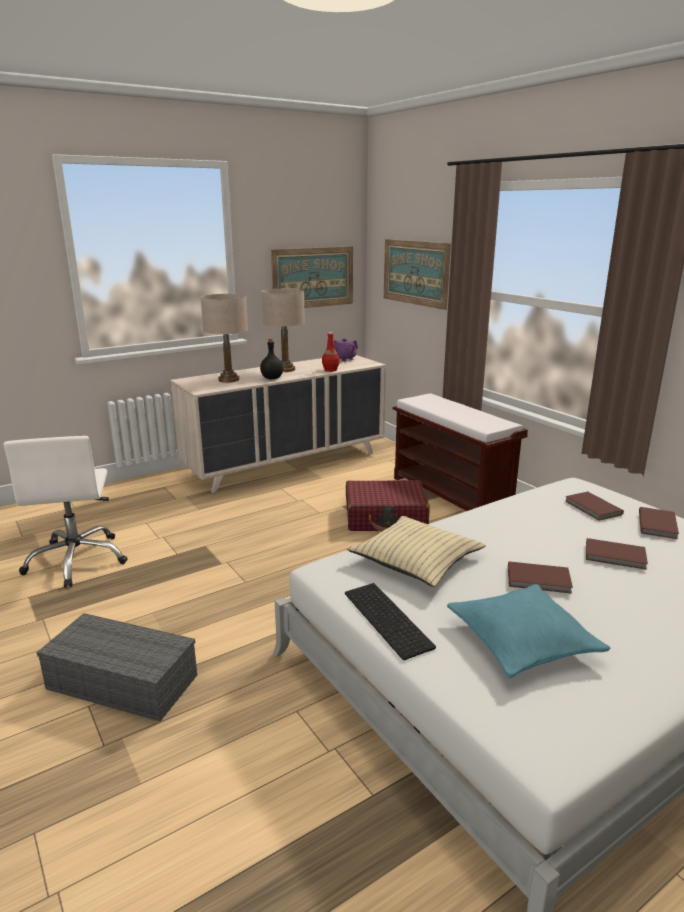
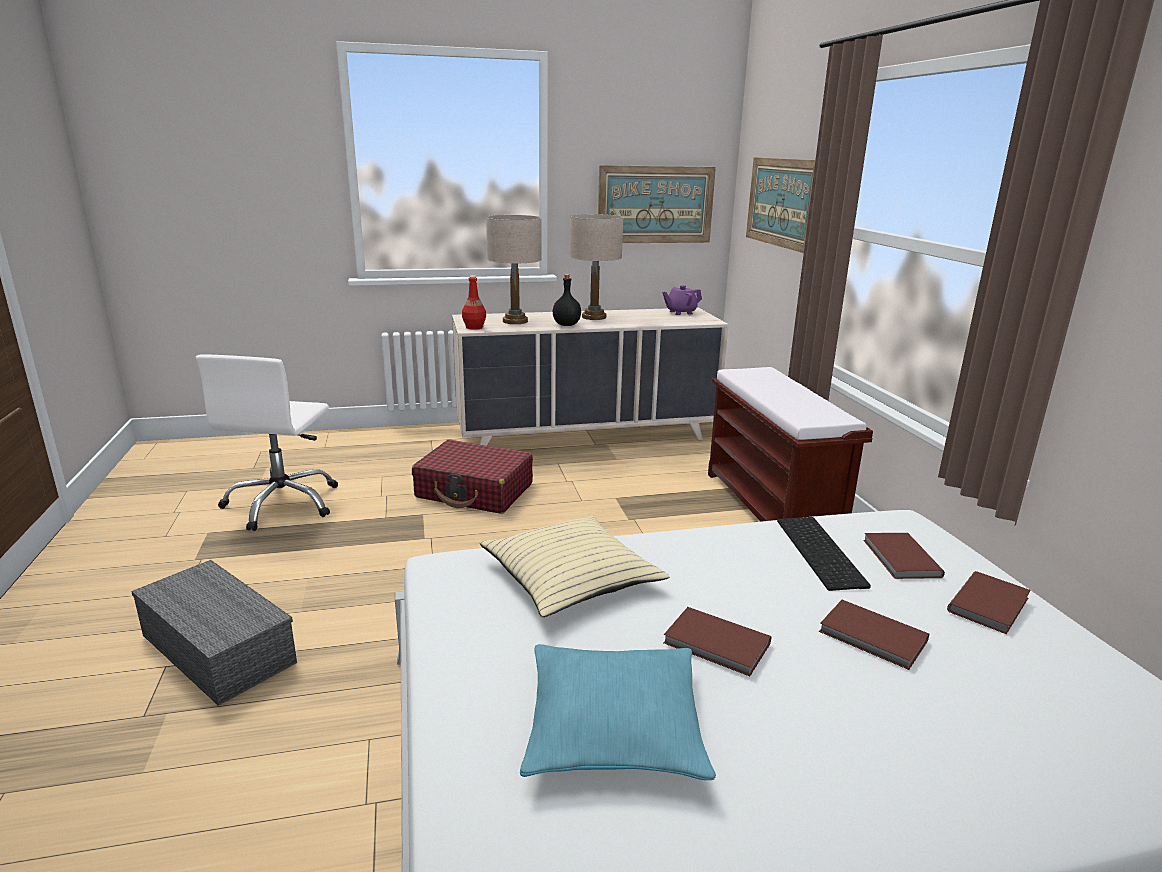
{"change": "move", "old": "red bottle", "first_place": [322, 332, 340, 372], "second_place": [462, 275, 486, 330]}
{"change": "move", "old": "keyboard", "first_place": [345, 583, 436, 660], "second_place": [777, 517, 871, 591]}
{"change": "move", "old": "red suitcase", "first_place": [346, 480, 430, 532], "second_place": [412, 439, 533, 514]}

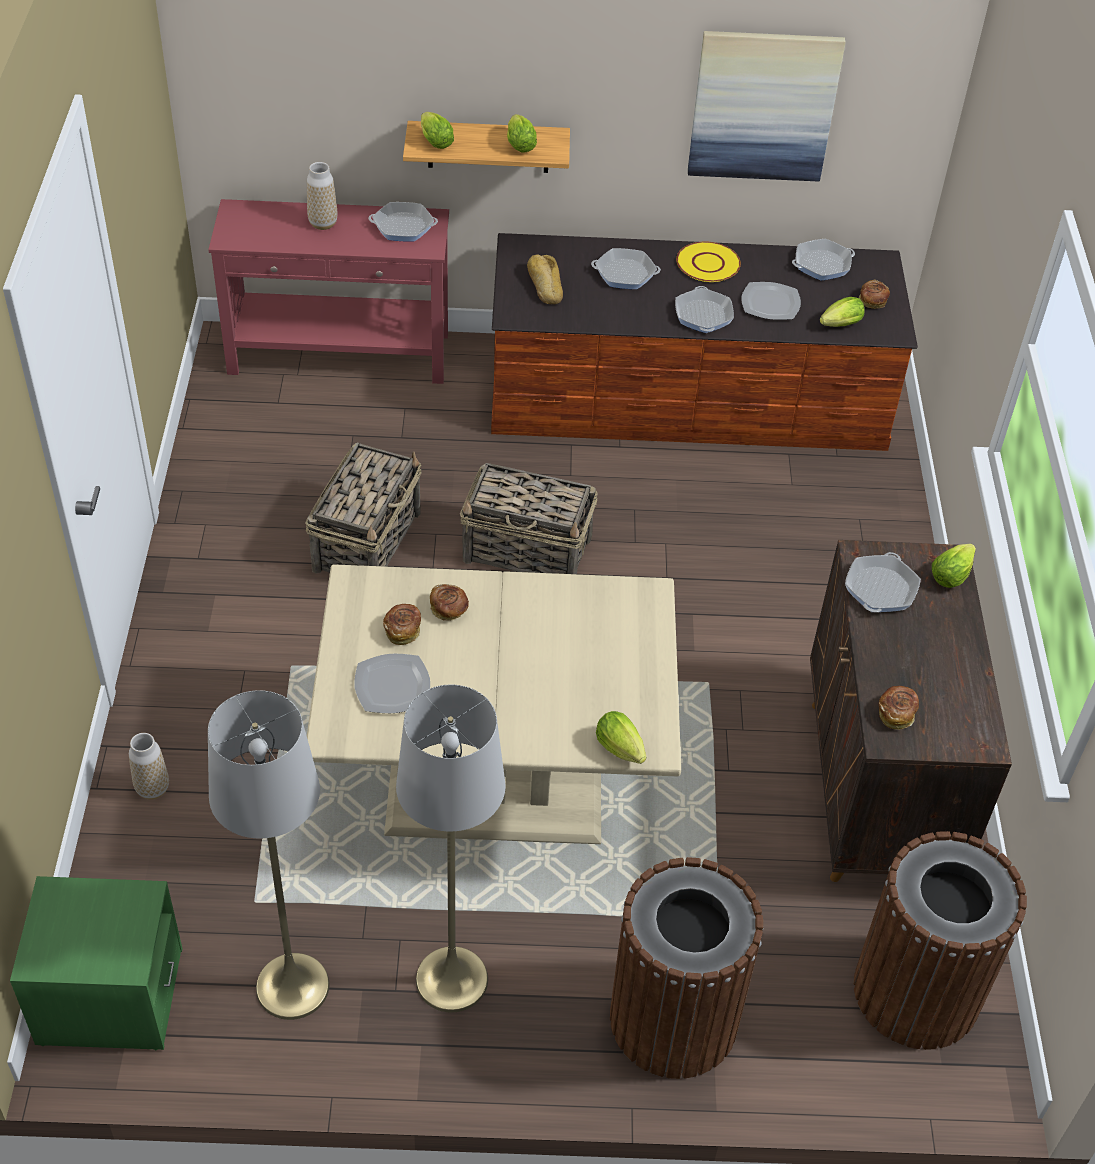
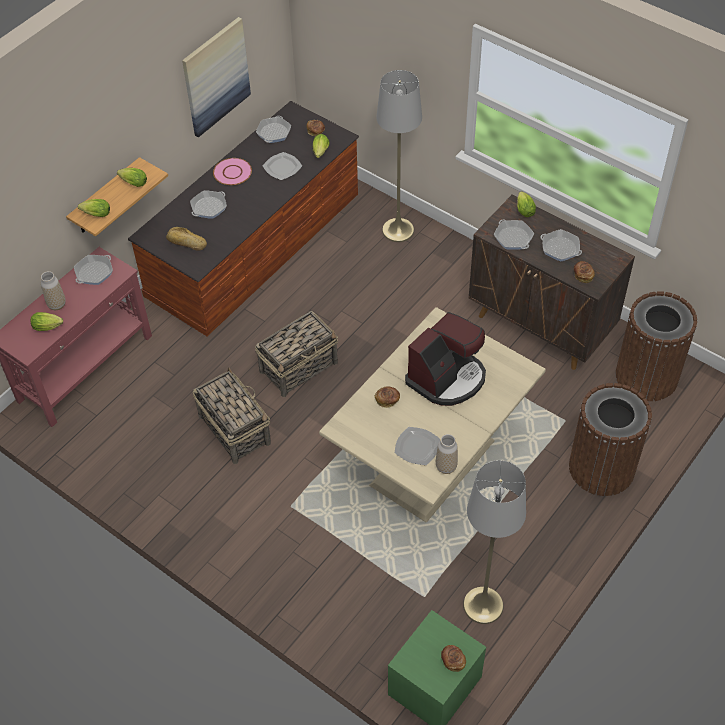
{"change": "move", "old": "vase", "first_place": [129, 733, 169, 800], "second_place": [436, 434, 458, 474]}
{"change": "move", "old": "bread", "first_place": [383, 604, 421, 645], "second_place": [441, 645, 466, 672]}
{"change": "move", "old": "grey floor lamp", "first_place": [396, 685, 505, 1012], "second_place": [376, 70, 422, 242]}
{"change": "move", "old": "lettuce", "first_place": [596, 711, 646, 764], "second_place": [31, 312, 63, 331]}
{"change": "move", "old": "frying pan", "first_place": [675, 286, 734, 333], "second_place": [541, 229, 582, 261]}
{"change": "recolor", "old": "yellow plate", "new": "pink plate", "first_place": [676, 241, 741, 282], "second_place": [213, 158, 252, 185]}
{"change": "insert", "new": "coffee machine", "second_place": [405, 312, 486, 406]}

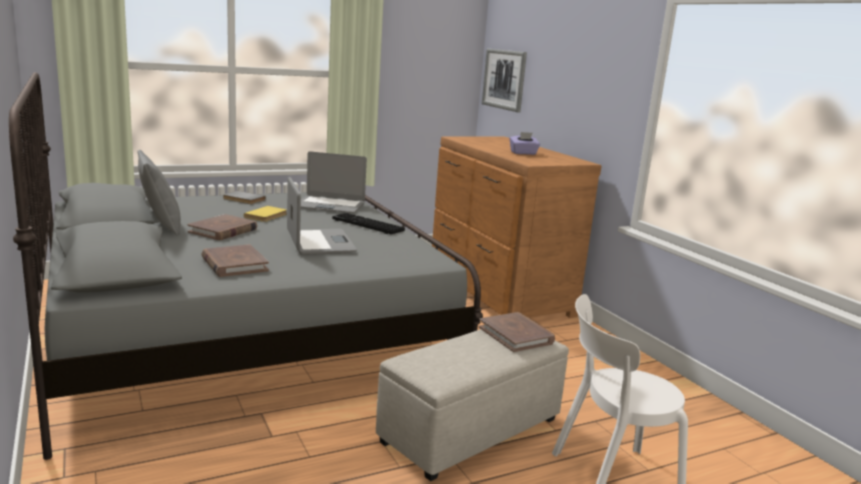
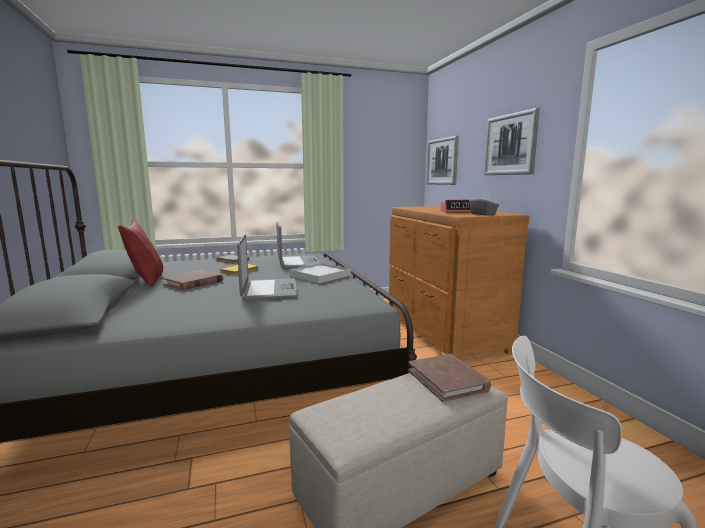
{"change": "recolor", "old": "grey pillow", "new": "red pillow", "first_place": [137, 150, 181, 235], "second_place": [118, 220, 163, 287]}
{"change": "delete", "old": "brown book", "first_place": [202, 244, 269, 277]}
{"change": "rotate", "old": "laptop", "first_place": [301, 151, 367, 213], "second_place": [276, 221, 320, 269], "degrees": -120}
{"change": "replace", "old": "keyboard", "new": "white tray", "first_place": [332, 213, 405, 234], "second_place": [289, 263, 351, 283]}
{"change": "replace", "old": "purple tissue box", "new": "alarm clock", "first_place": [509, 132, 540, 155], "second_place": [440, 200, 471, 213]}
{"change": "insert", "new": "grey tissue box", "second_place": [469, 194, 499, 215]}
{"change": "insert", "new": "picture", "second_place": [484, 108, 540, 175]}

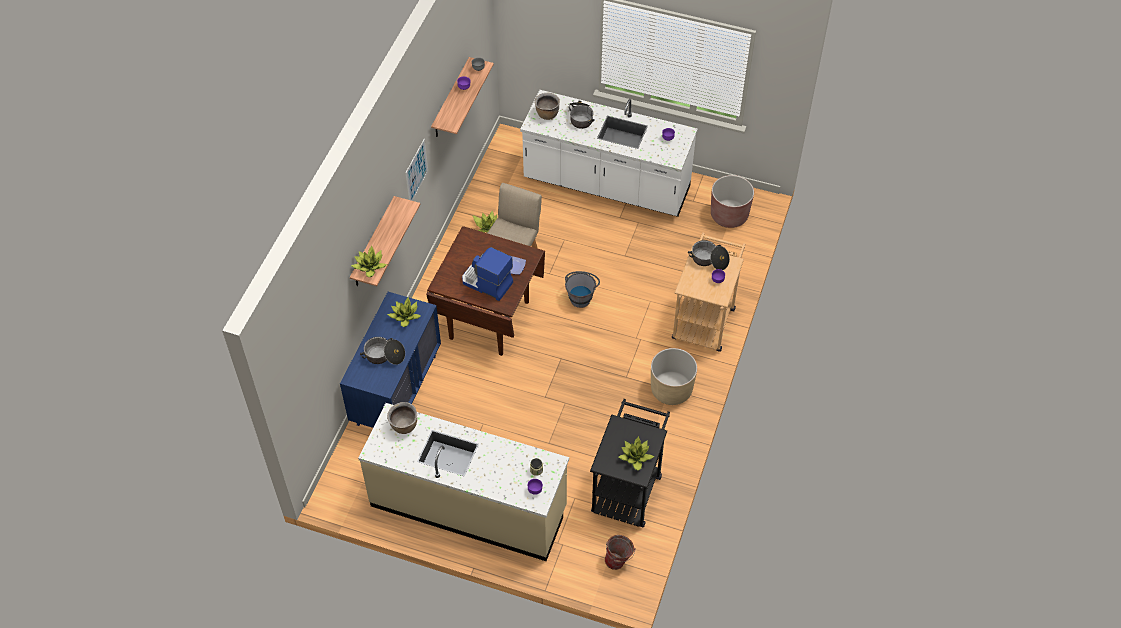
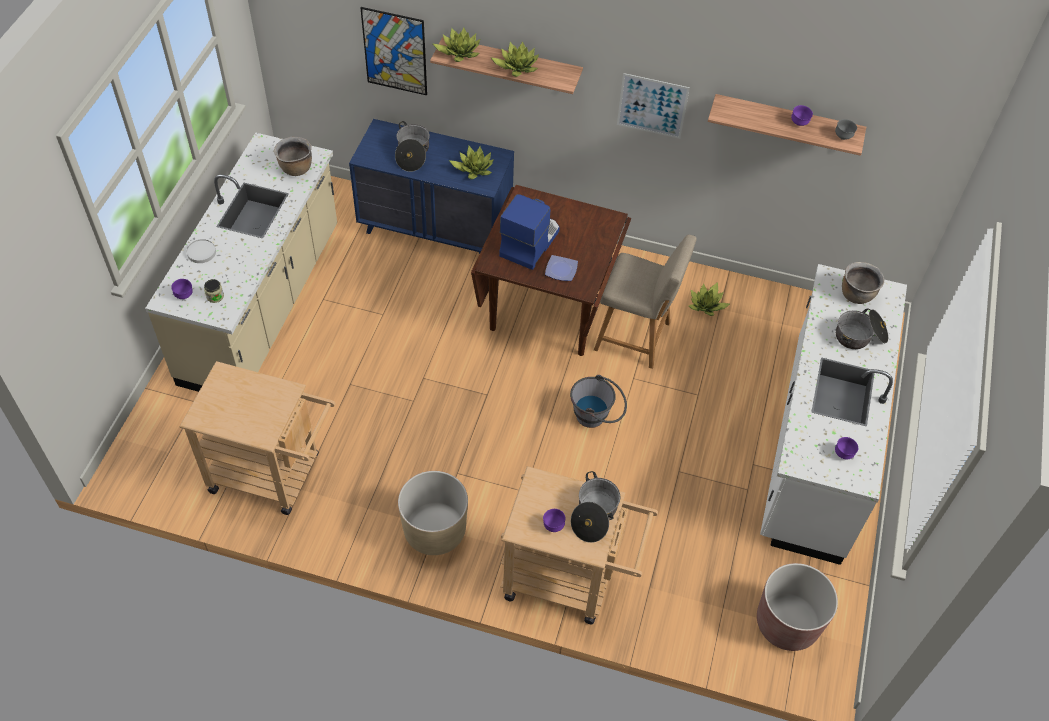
{"change": "recolor", "old": "black cart", "new": "beige cart", "first_place": [590, 399, 670, 527], "second_place": [179, 361, 336, 515]}
{"change": "delete", "old": "bucket", "first_place": [605, 535, 635, 570]}
{"change": "move", "old": "potted plant", "first_place": [619, 436, 655, 470], "second_place": [490, 41, 539, 77]}
{"change": "insert", "new": "white plate", "second_place": [186, 239, 216, 263]}
{"change": "insert", "new": "picture", "second_place": [361, 7, 427, 96]}

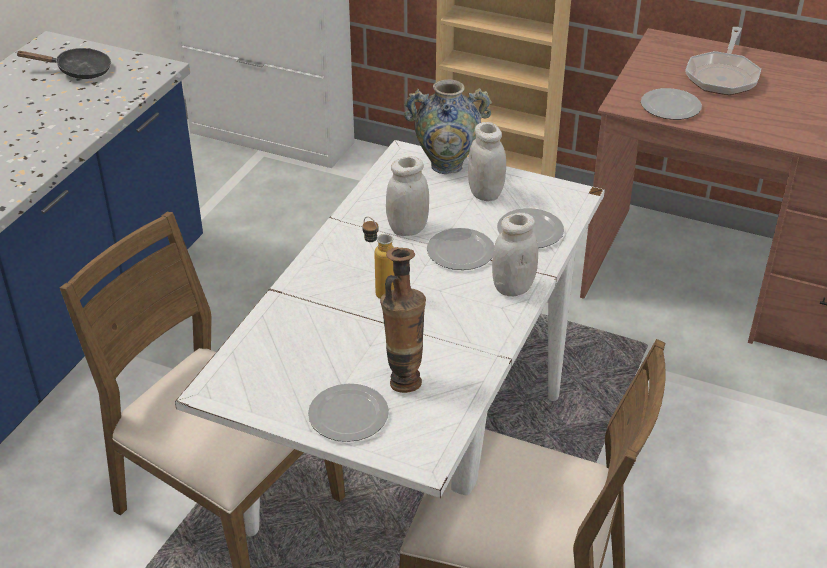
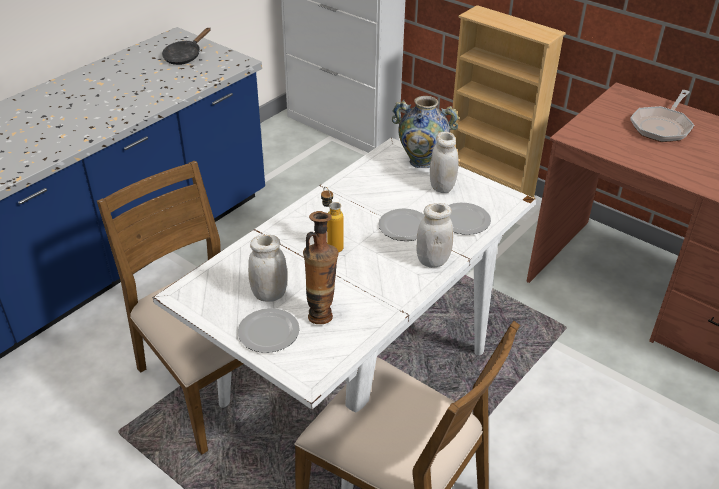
{"change": "rotate", "old": "black frying pan", "first_place": [16, 48, 111, 79], "second_place": [162, 27, 210, 65], "degrees": 105}
{"change": "move", "old": "white jar", "first_place": [386, 156, 429, 236], "second_place": [248, 235, 287, 301]}
{"change": "delete", "old": "plate", "first_place": [641, 88, 702, 120]}

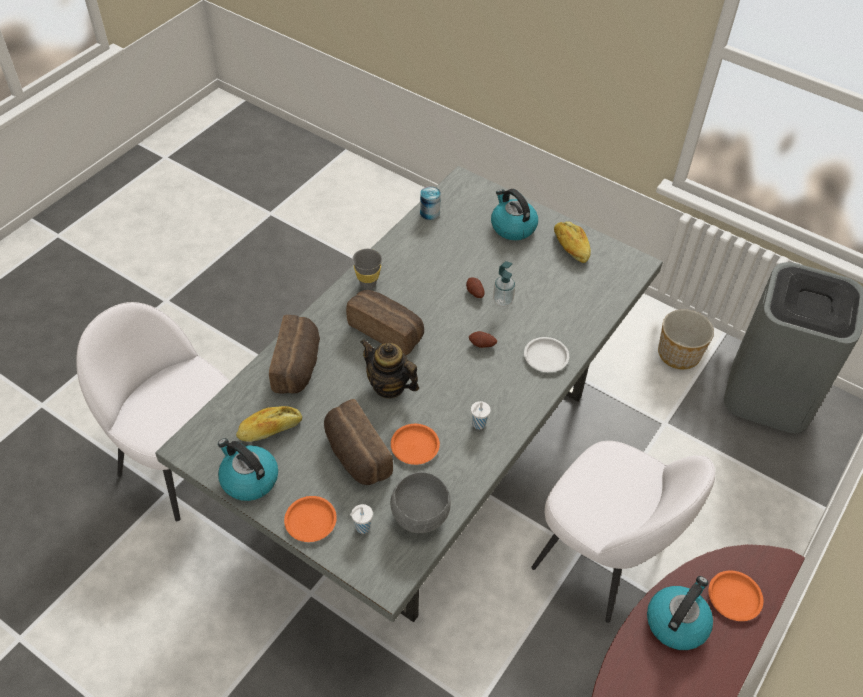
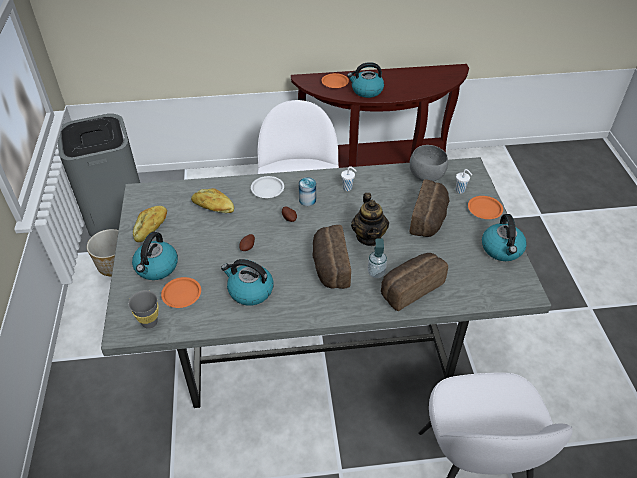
{"change": "move", "old": "bread", "first_place": [236, 406, 302, 442], "second_place": [191, 188, 234, 213]}
{"change": "move", "old": "grey cup", "first_place": [352, 249, 382, 290], "second_place": [128, 290, 158, 329]}
{"change": "move", "old": "orange plate", "first_place": [391, 424, 440, 465], "second_place": [161, 277, 201, 308]}
{"change": "move", "old": "can", "first_place": [420, 186, 441, 220], "second_place": [299, 177, 316, 206]}
{"change": "move", "old": "soap dispenser", "first_place": [493, 261, 515, 307], "second_place": [367, 238, 387, 278]}
{"change": "insert", "new": "kettle", "second_place": [221, 259, 273, 306]}

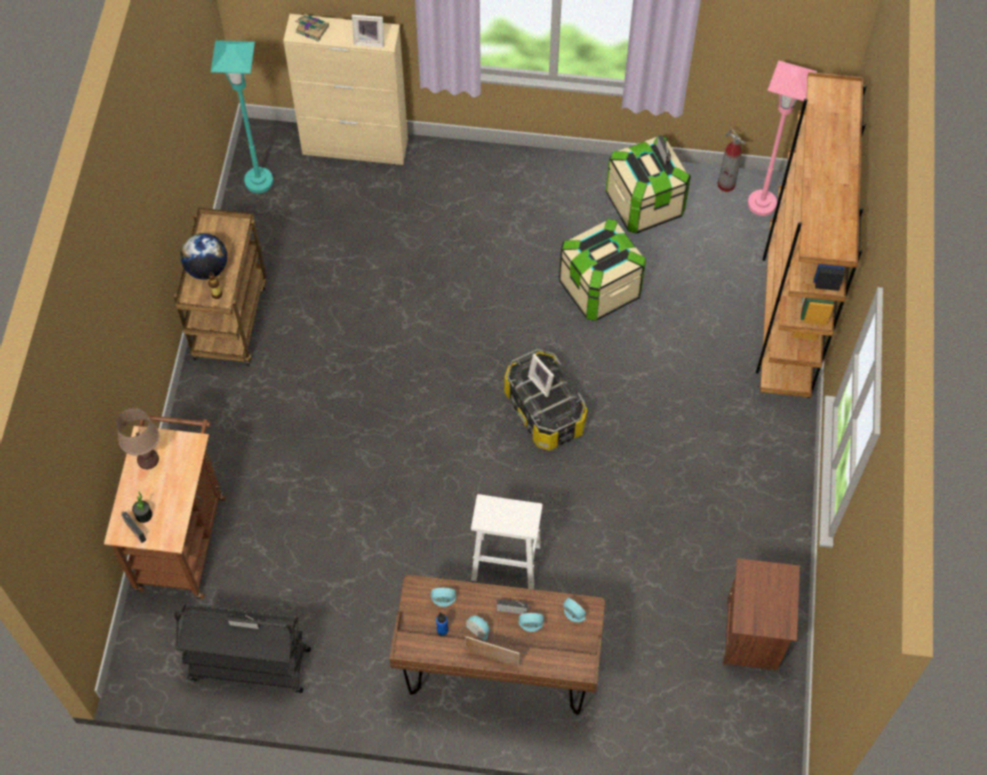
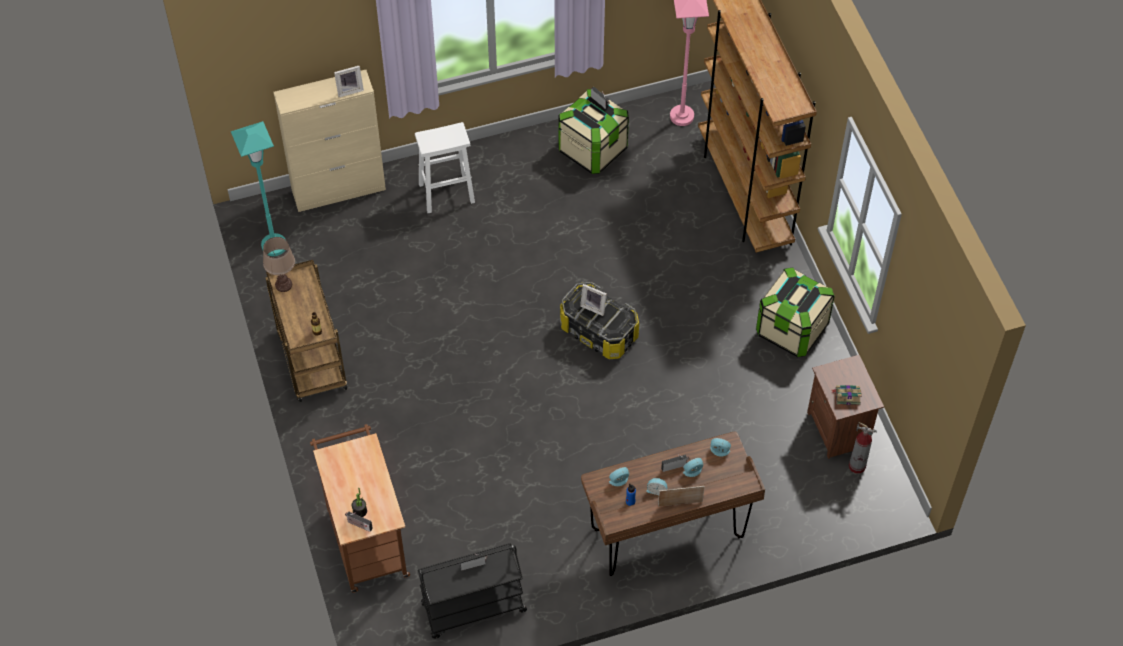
{"change": "move", "old": "brown table lamp", "first_place": [116, 408, 159, 469], "second_place": [263, 237, 295, 292]}
{"change": "delete", "old": "globe", "first_place": [180, 233, 227, 280]}
{"change": "move", "old": "book", "first_place": [295, 14, 329, 42], "second_place": [831, 385, 862, 405]}
{"change": "move", "old": "white stool", "first_place": [471, 494, 543, 589], "second_place": [415, 122, 475, 213]}
{"change": "move", "old": "storage box", "first_place": [559, 219, 646, 321], "second_place": [756, 267, 835, 357]}
{"change": "move", "old": "fire extinguisher", "first_place": [717, 128, 746, 192], "second_place": [849, 422, 877, 474]}

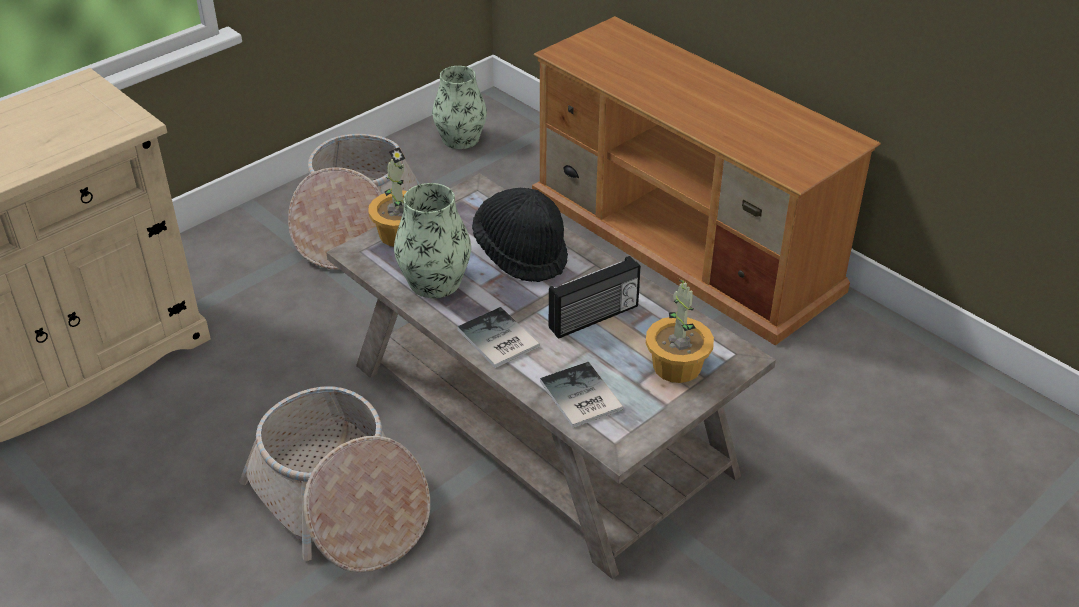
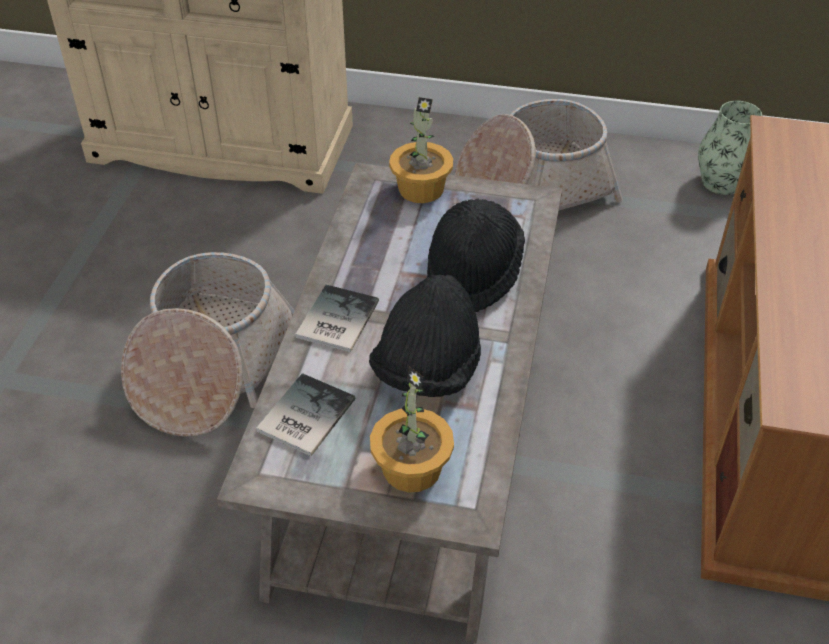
{"change": "delete", "old": "vase", "first_place": [394, 183, 471, 298]}
{"change": "replace", "old": "radio", "new": "black hat", "first_place": [549, 256, 641, 339], "second_place": [369, 275, 481, 397]}

